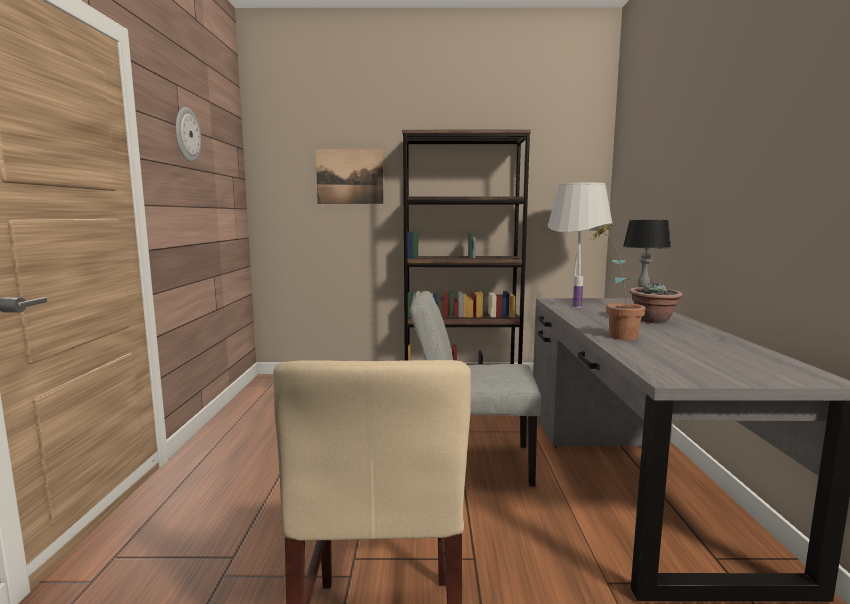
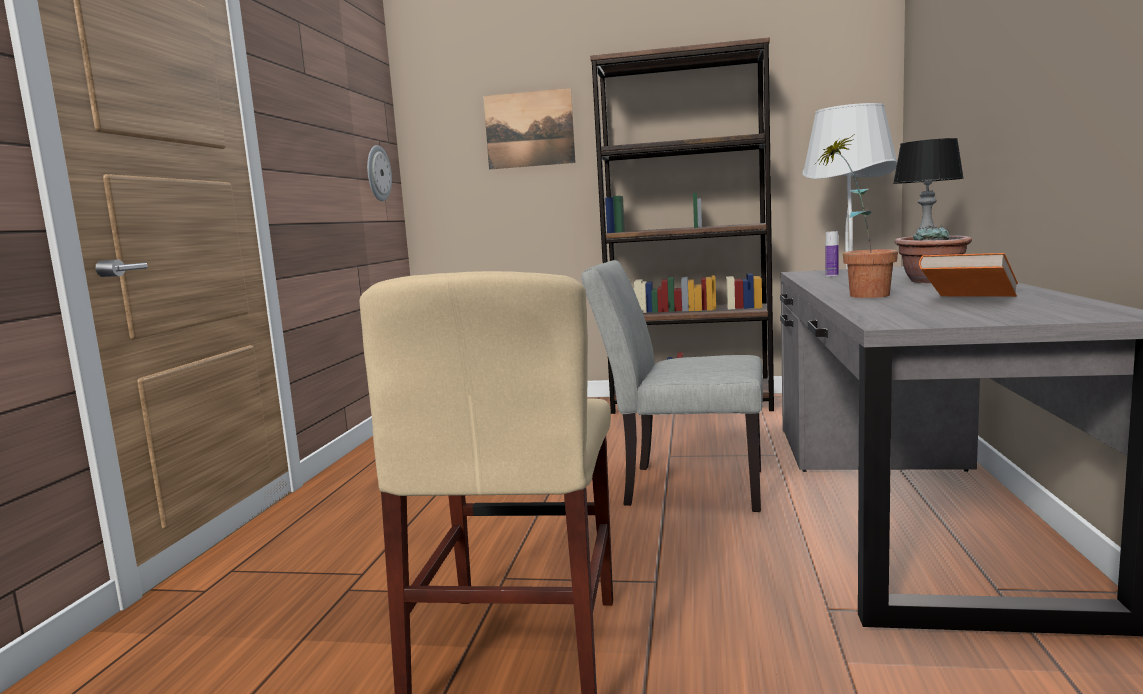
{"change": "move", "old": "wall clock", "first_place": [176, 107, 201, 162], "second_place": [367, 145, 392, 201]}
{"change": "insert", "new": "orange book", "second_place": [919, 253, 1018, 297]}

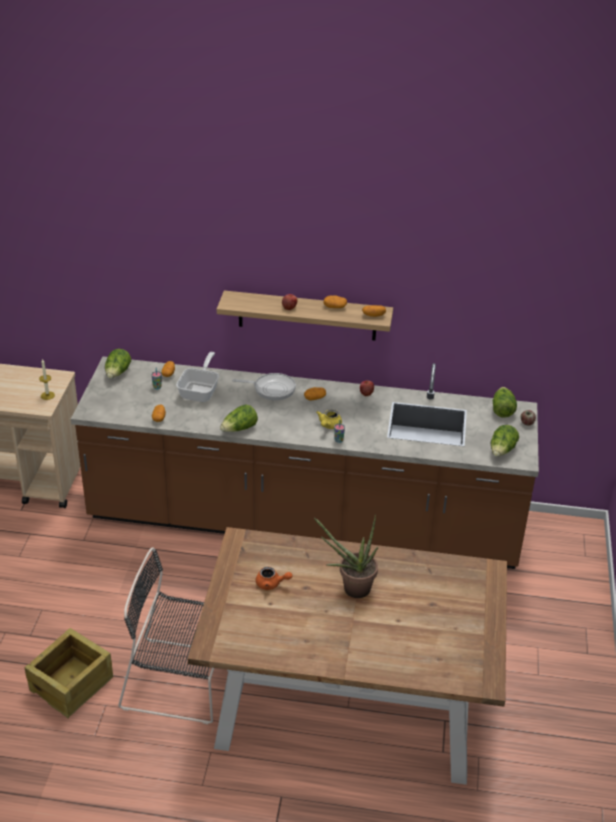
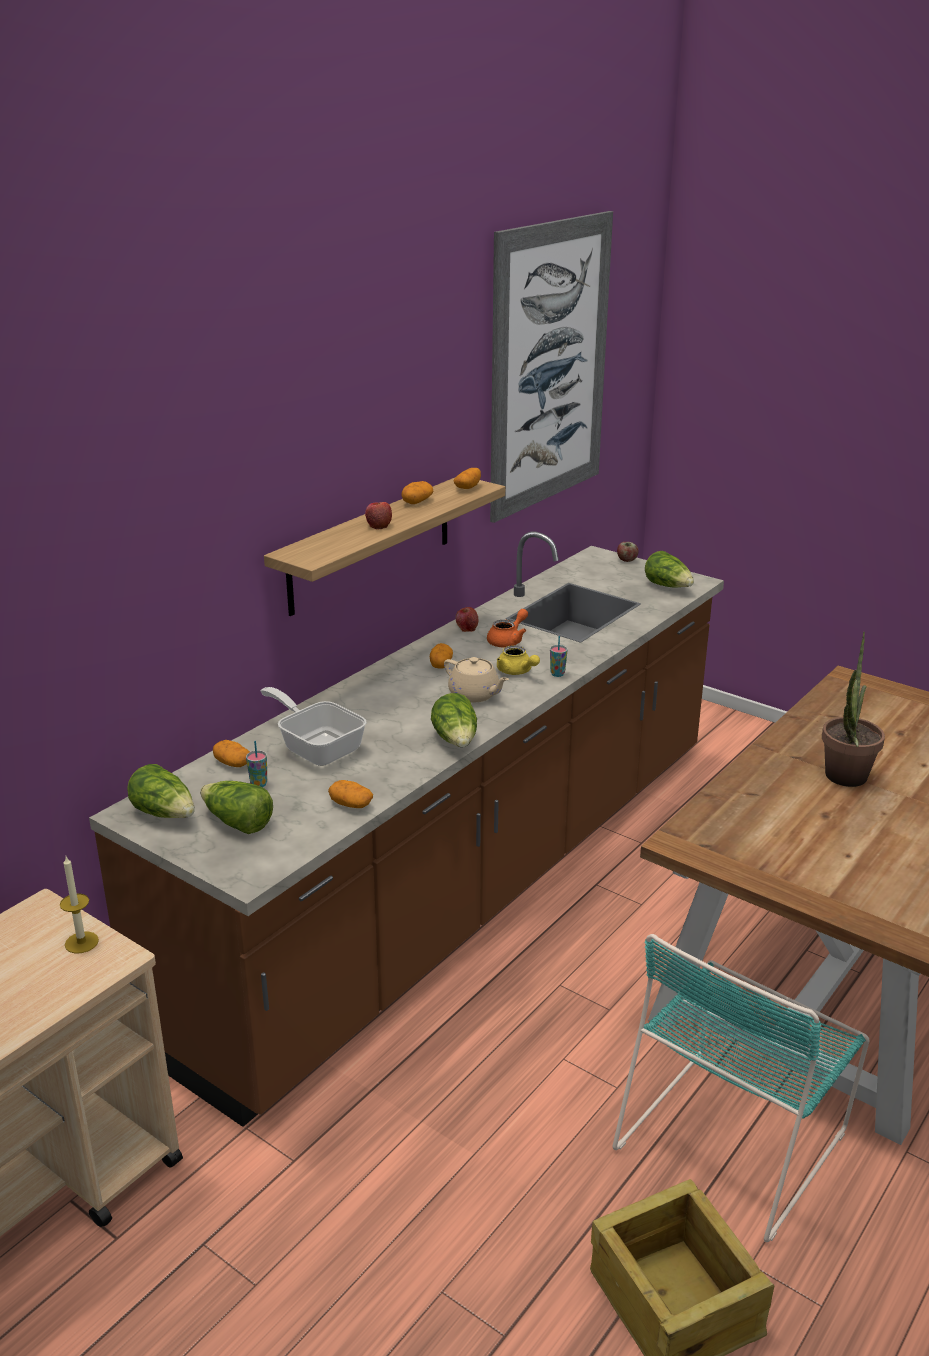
{"change": "recolor", "old": "black chair", "new": "turquoise chair", "first_place": [118, 548, 214, 724], "second_place": [613, 934, 870, 1242]}
{"change": "delete", "old": "frying pan", "first_place": [232, 373, 296, 400]}
{"change": "move", "old": "orange teapot", "first_place": [256, 567, 293, 590], "second_place": [487, 609, 528, 647]}
{"change": "move", "old": "lettuce", "first_place": [493, 387, 517, 418], "second_place": [200, 781, 273, 834]}
{"change": "insert", "new": "beige teapot", "second_place": [444, 657, 509, 702]}
{"change": "insert", "new": "picture", "second_place": [490, 211, 613, 523]}

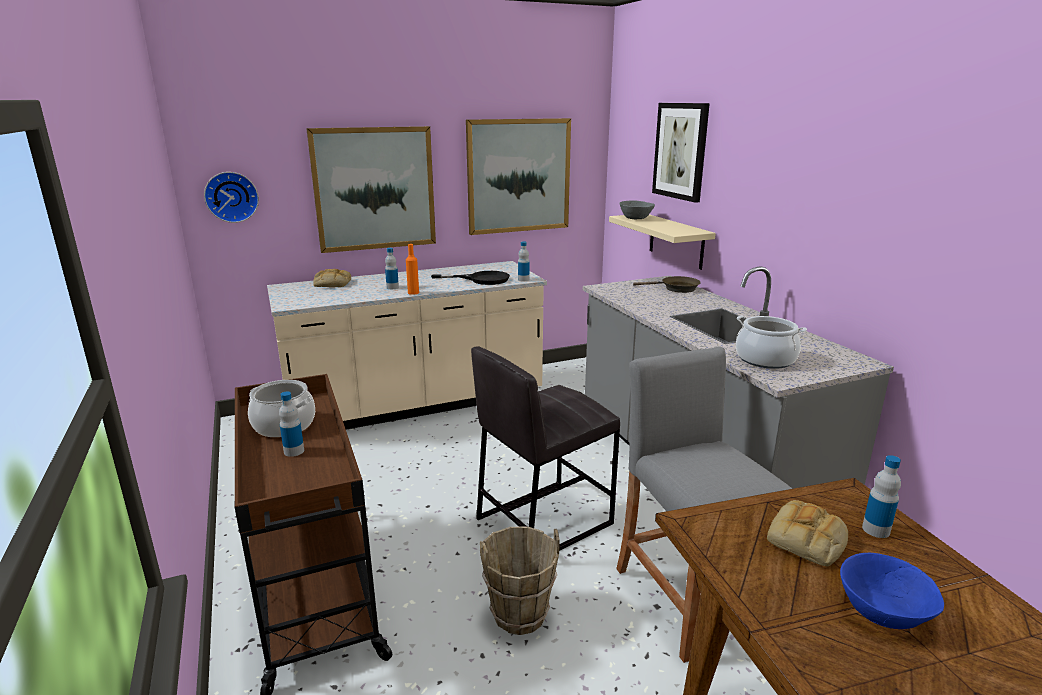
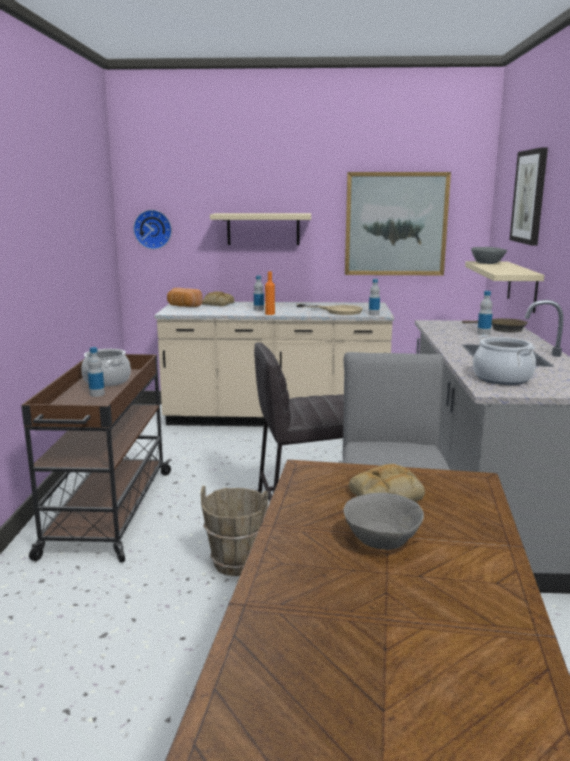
{"change": "replace", "old": "picture", "new": "beige shelf", "first_place": [306, 126, 436, 253], "second_place": [210, 213, 311, 245]}
{"change": "recolor", "old": "black frying pan", "new": "beige frying pan", "first_place": [431, 271, 510, 285], "second_place": [297, 304, 363, 315]}
{"change": "recolor", "old": "blue bowl", "new": "grey bowl", "first_place": [840, 553, 944, 629], "second_place": [343, 493, 424, 550]}
{"change": "move", "old": "bottle", "first_place": [862, 455, 901, 538], "second_place": [477, 291, 493, 335]}
{"change": "insert", "new": "bread", "second_place": [167, 288, 203, 307]}

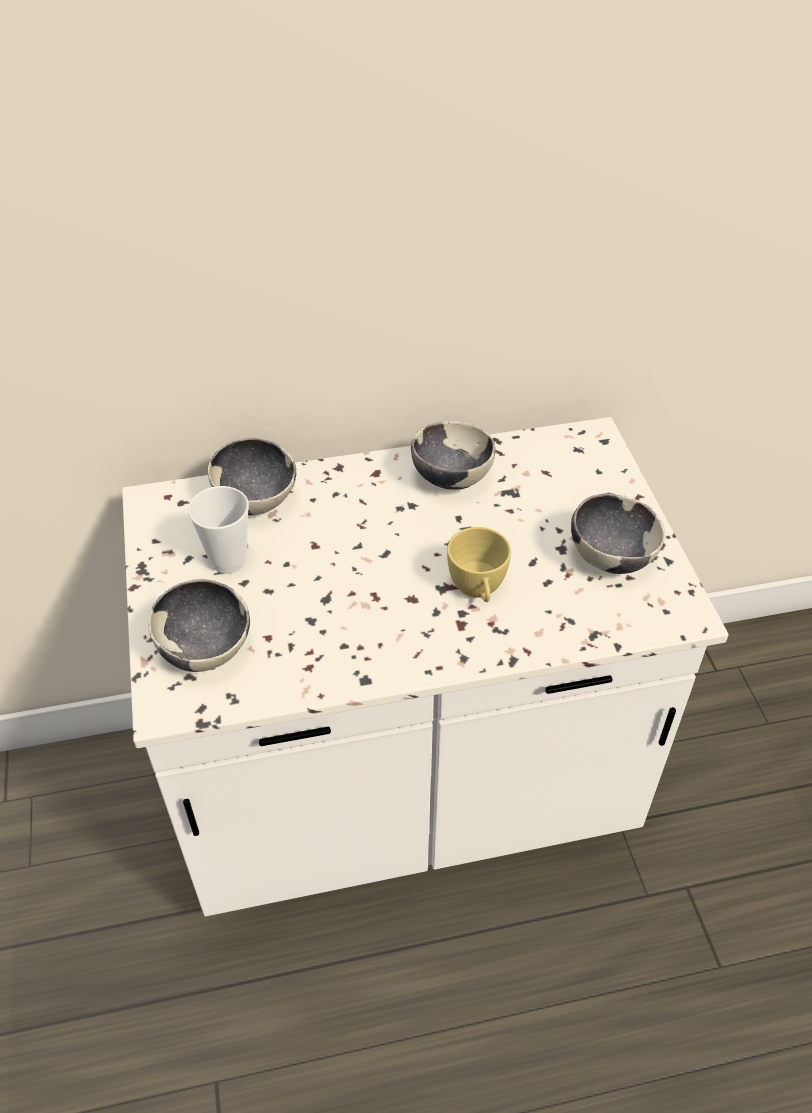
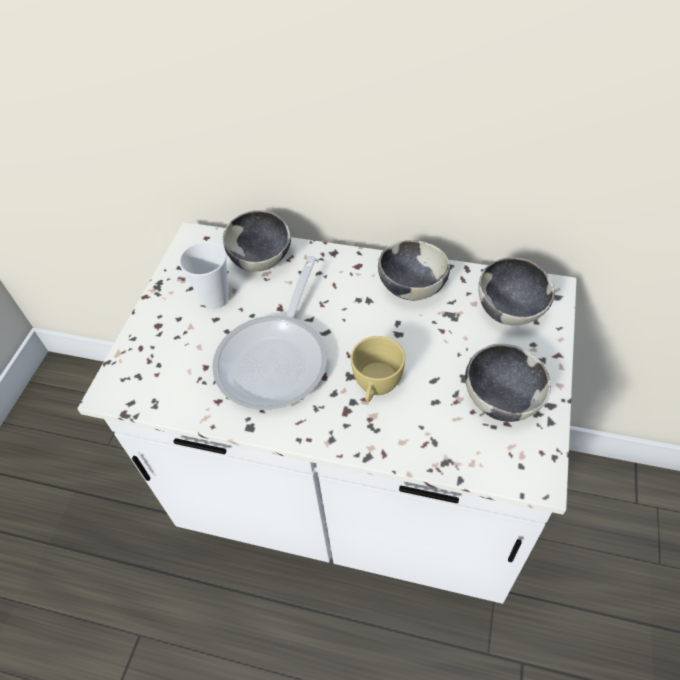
{"change": "move", "old": "bowl", "first_place": [148, 579, 250, 672], "second_place": [478, 257, 555, 325]}
{"change": "insert", "new": "frying pan", "second_place": [212, 256, 327, 410]}

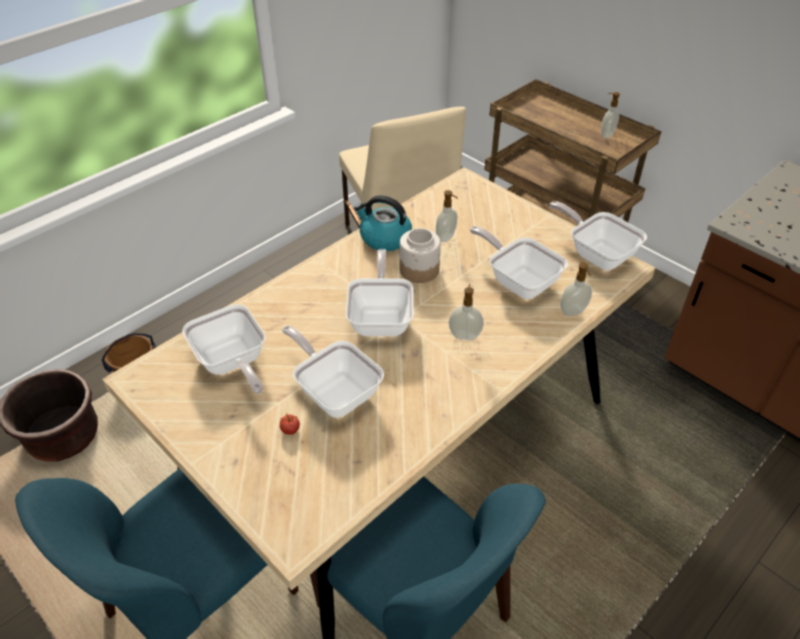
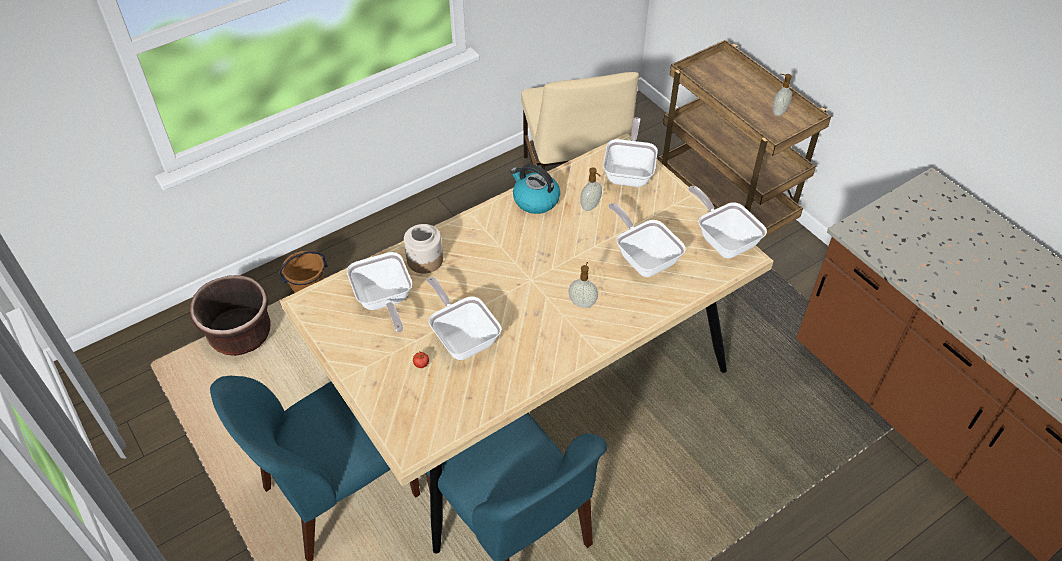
{"change": "move", "old": "frying pan", "first_place": [346, 249, 414, 336], "second_place": [603, 117, 658, 187]}
{"change": "move", "old": "jar", "first_place": [400, 228, 441, 283], "second_place": [404, 224, 443, 274]}
{"change": "delete", "old": "soap dispenser", "first_place": [560, 263, 592, 316]}

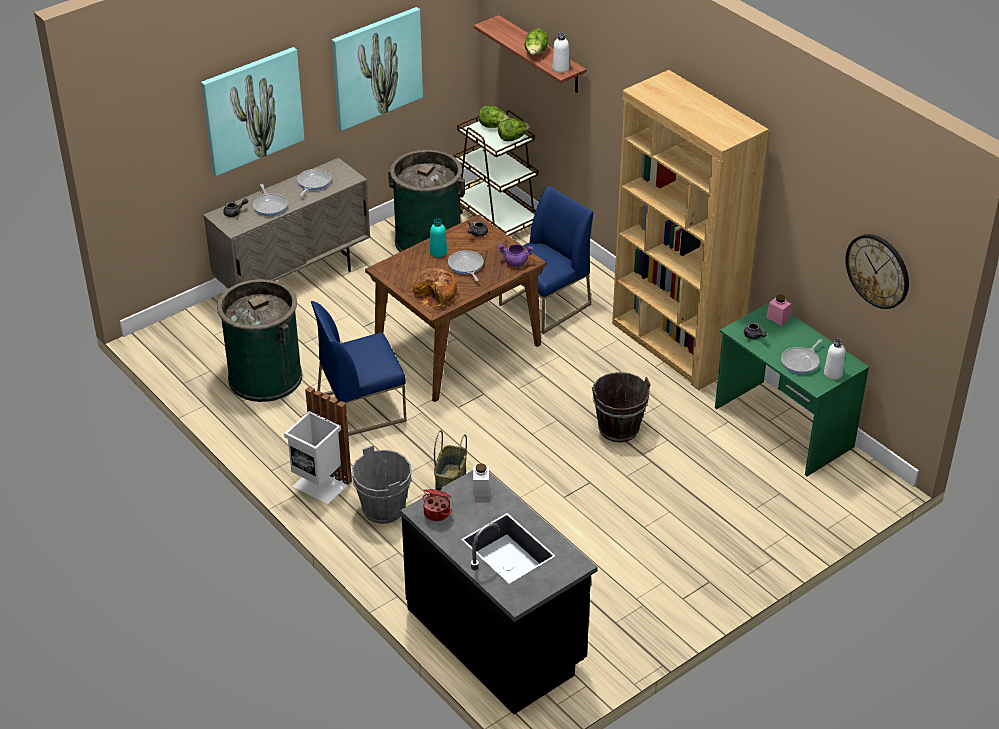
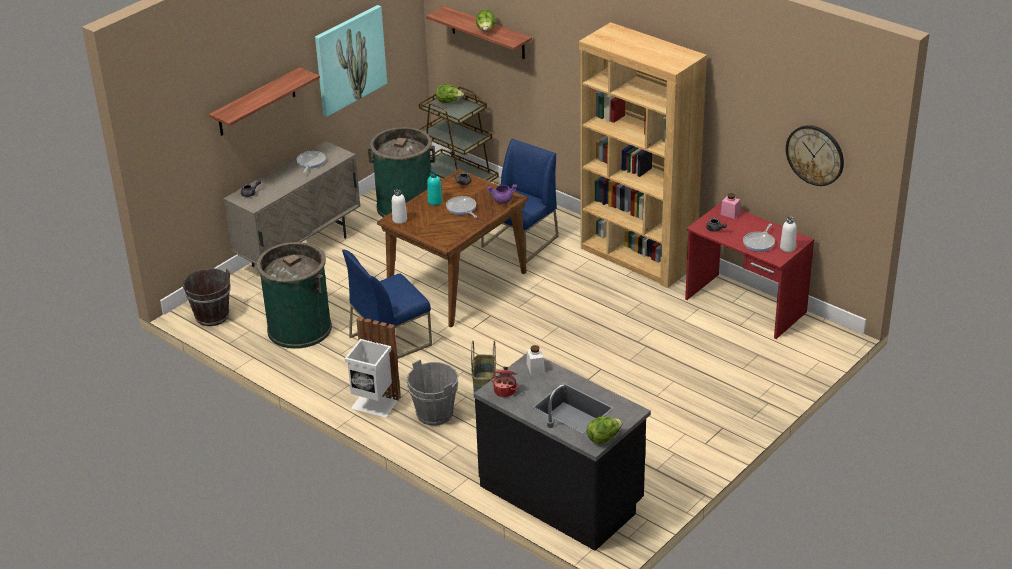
{"change": "replace", "old": "picture", "new": "shelf", "first_place": [201, 47, 305, 176], "second_place": [209, 67, 320, 136]}
{"change": "delete", "old": "frying pan", "first_place": [253, 184, 287, 216]}
{"change": "delete", "old": "bread", "first_place": [413, 268, 458, 308]}
{"change": "move", "old": "lettuce", "first_place": [498, 119, 530, 141], "second_place": [587, 417, 623, 444]}
{"change": "move", "old": "white bottle", "first_place": [552, 33, 569, 73], "second_place": [392, 189, 407, 224]}
{"change": "move", "old": "brown bucket", "first_place": [592, 372, 651, 442], "second_place": [181, 268, 231, 326]}
{"change": "recolor", "old": "green desk", "new": "red desk", "first_place": [715, 303, 869, 476], "second_place": [685, 202, 815, 339]}

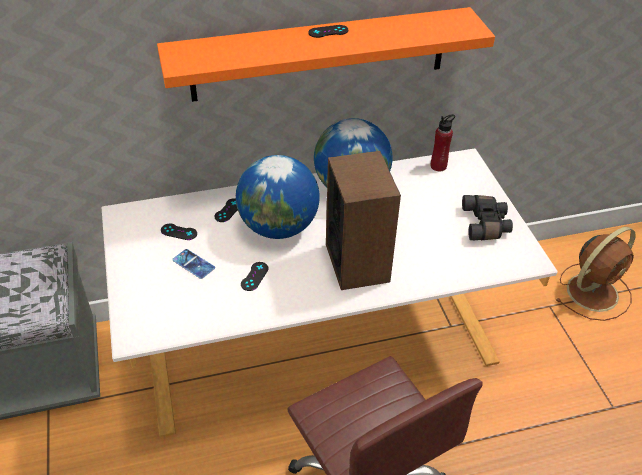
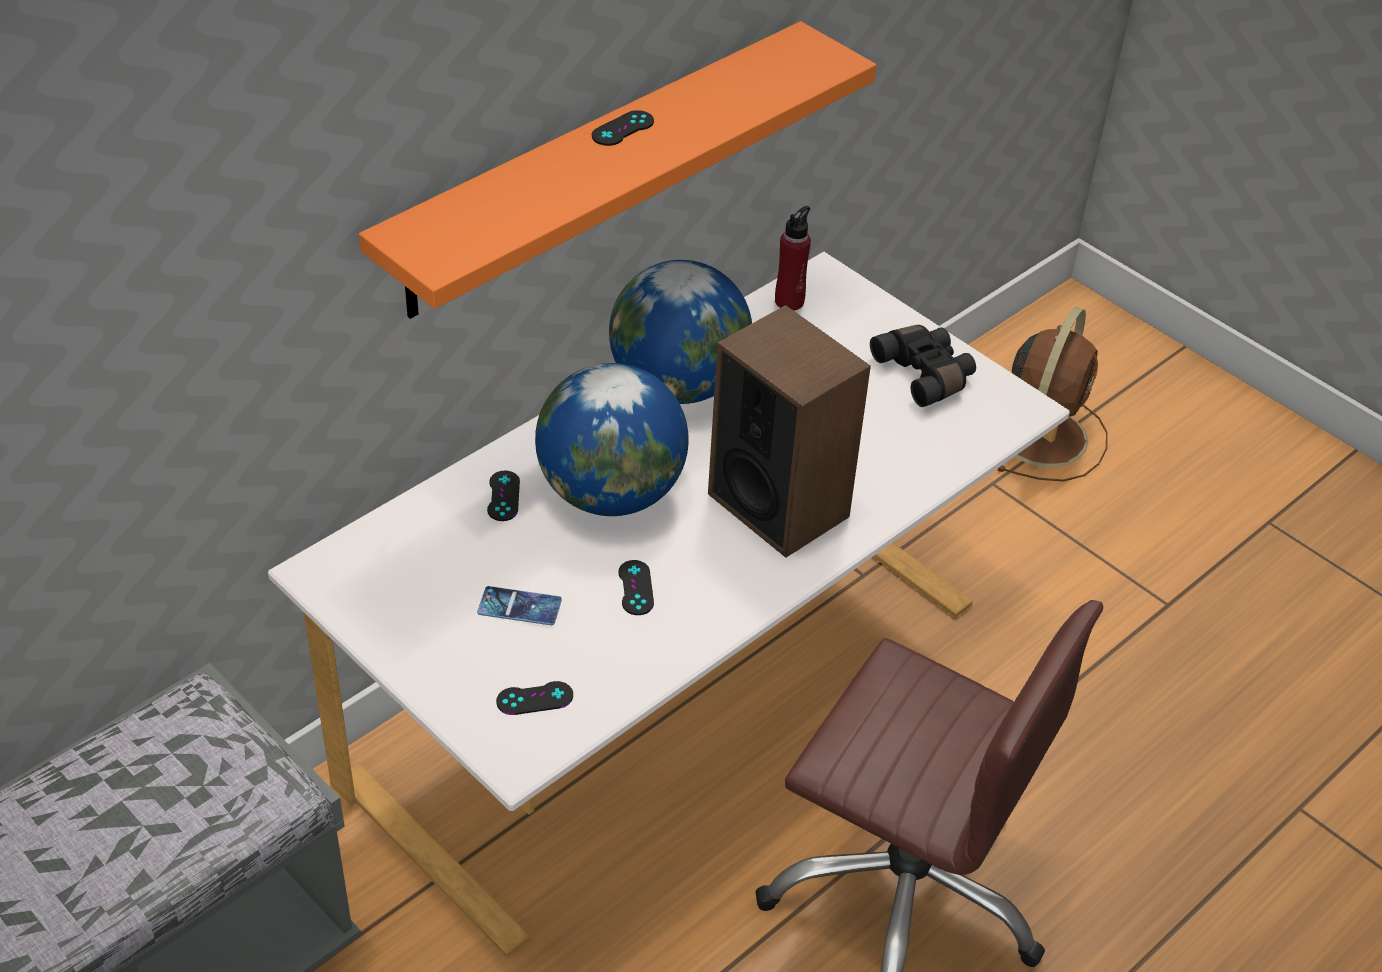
{"change": "move", "old": "black game controller", "first_place": [161, 224, 197, 240], "second_place": [496, 681, 573, 715]}

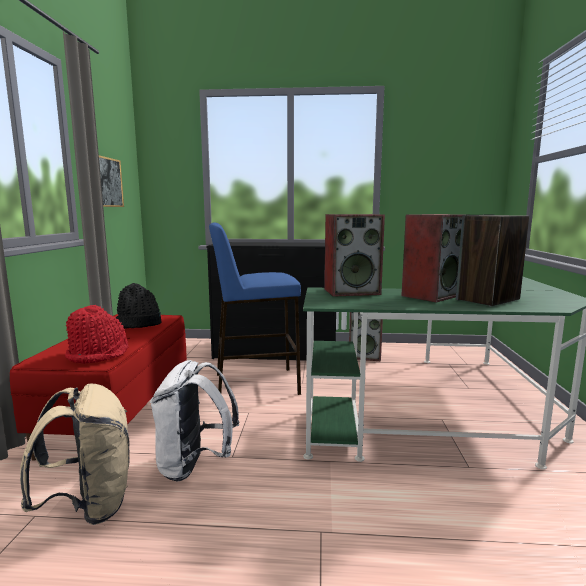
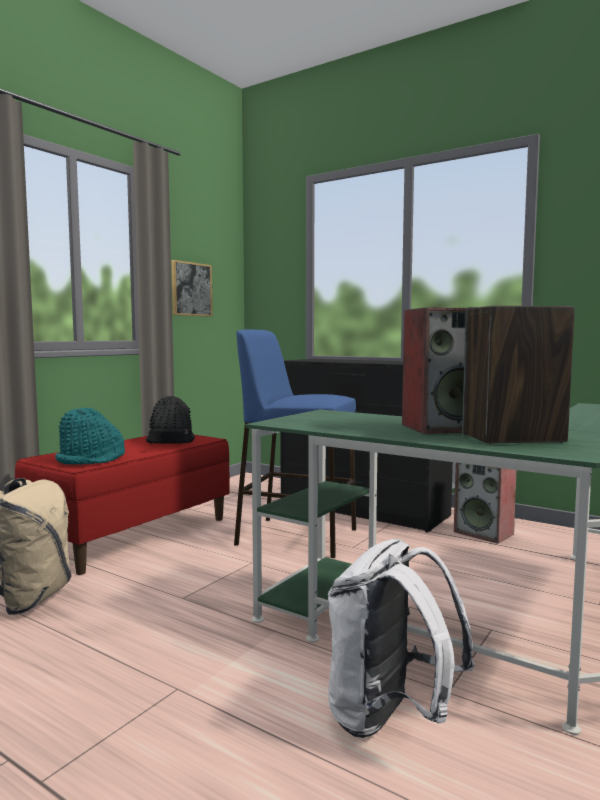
{"change": "recolor", "old": "red hat", "new": "turquoise hat", "first_place": [65, 305, 128, 364], "second_place": [55, 408, 125, 465]}
{"change": "move", "old": "white backpack", "first_place": [150, 360, 240, 481], "second_place": [328, 539, 475, 738]}
{"change": "delete", "old": "speaker", "first_place": [324, 214, 385, 297]}

